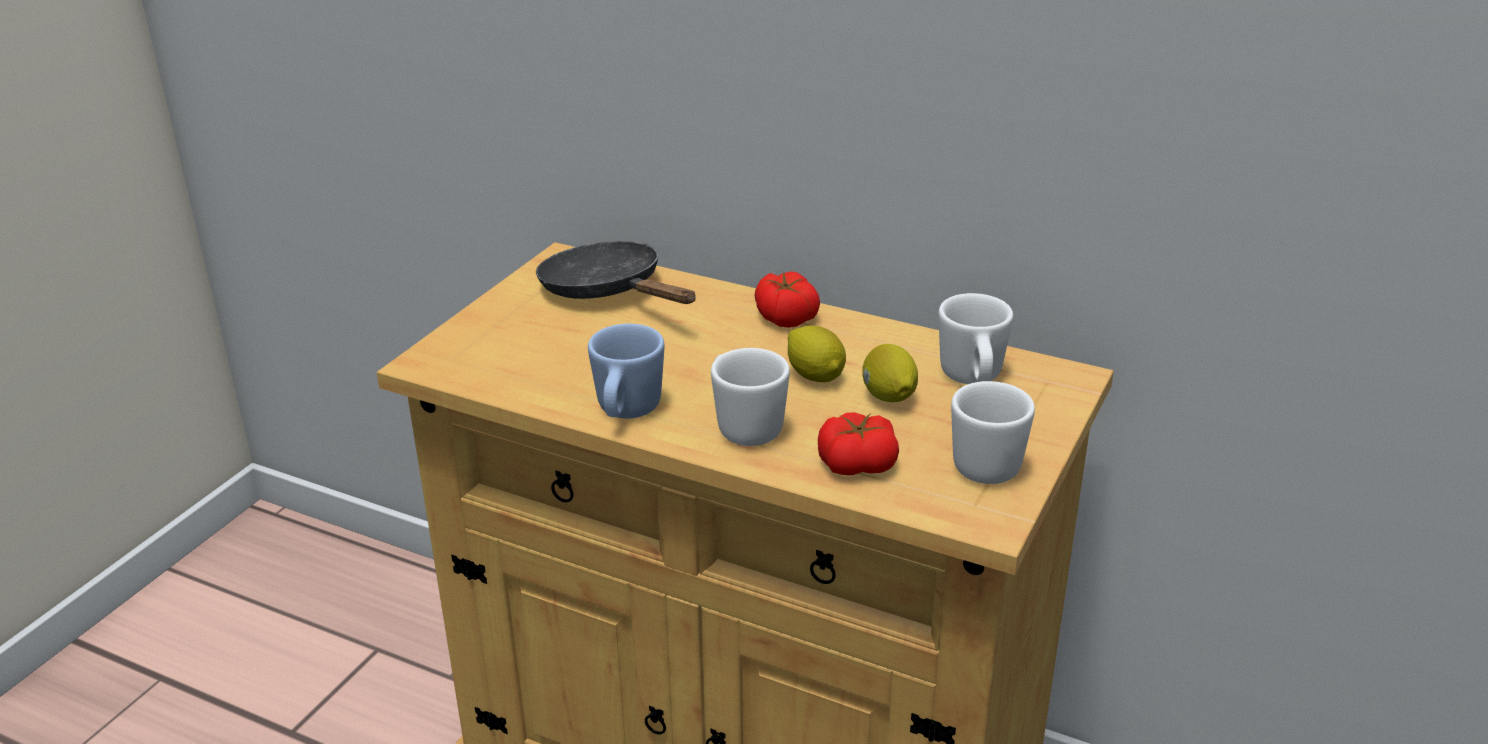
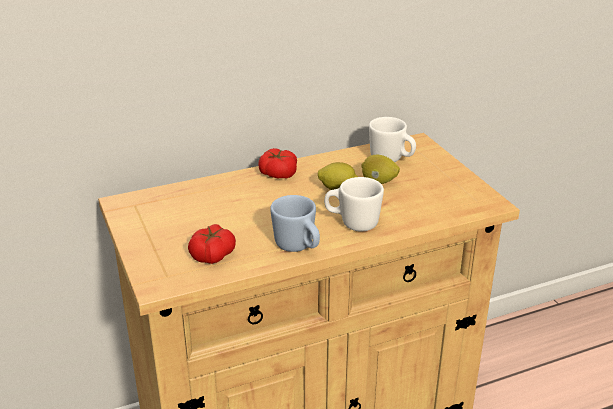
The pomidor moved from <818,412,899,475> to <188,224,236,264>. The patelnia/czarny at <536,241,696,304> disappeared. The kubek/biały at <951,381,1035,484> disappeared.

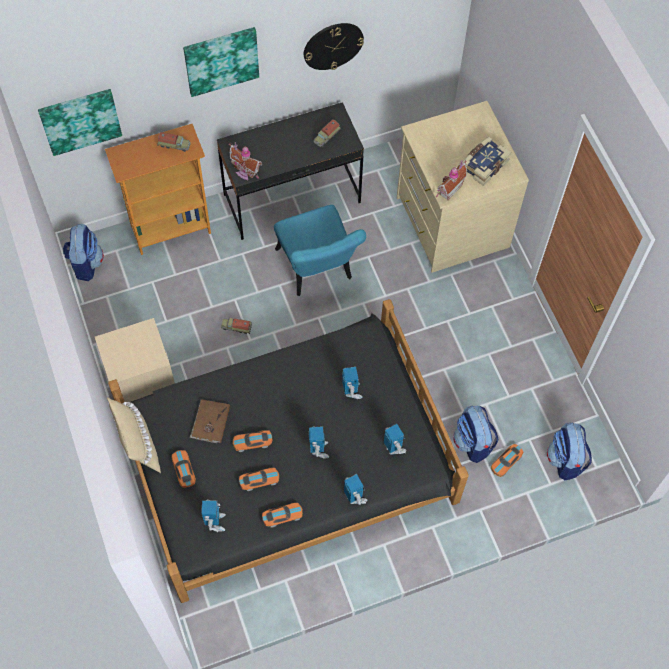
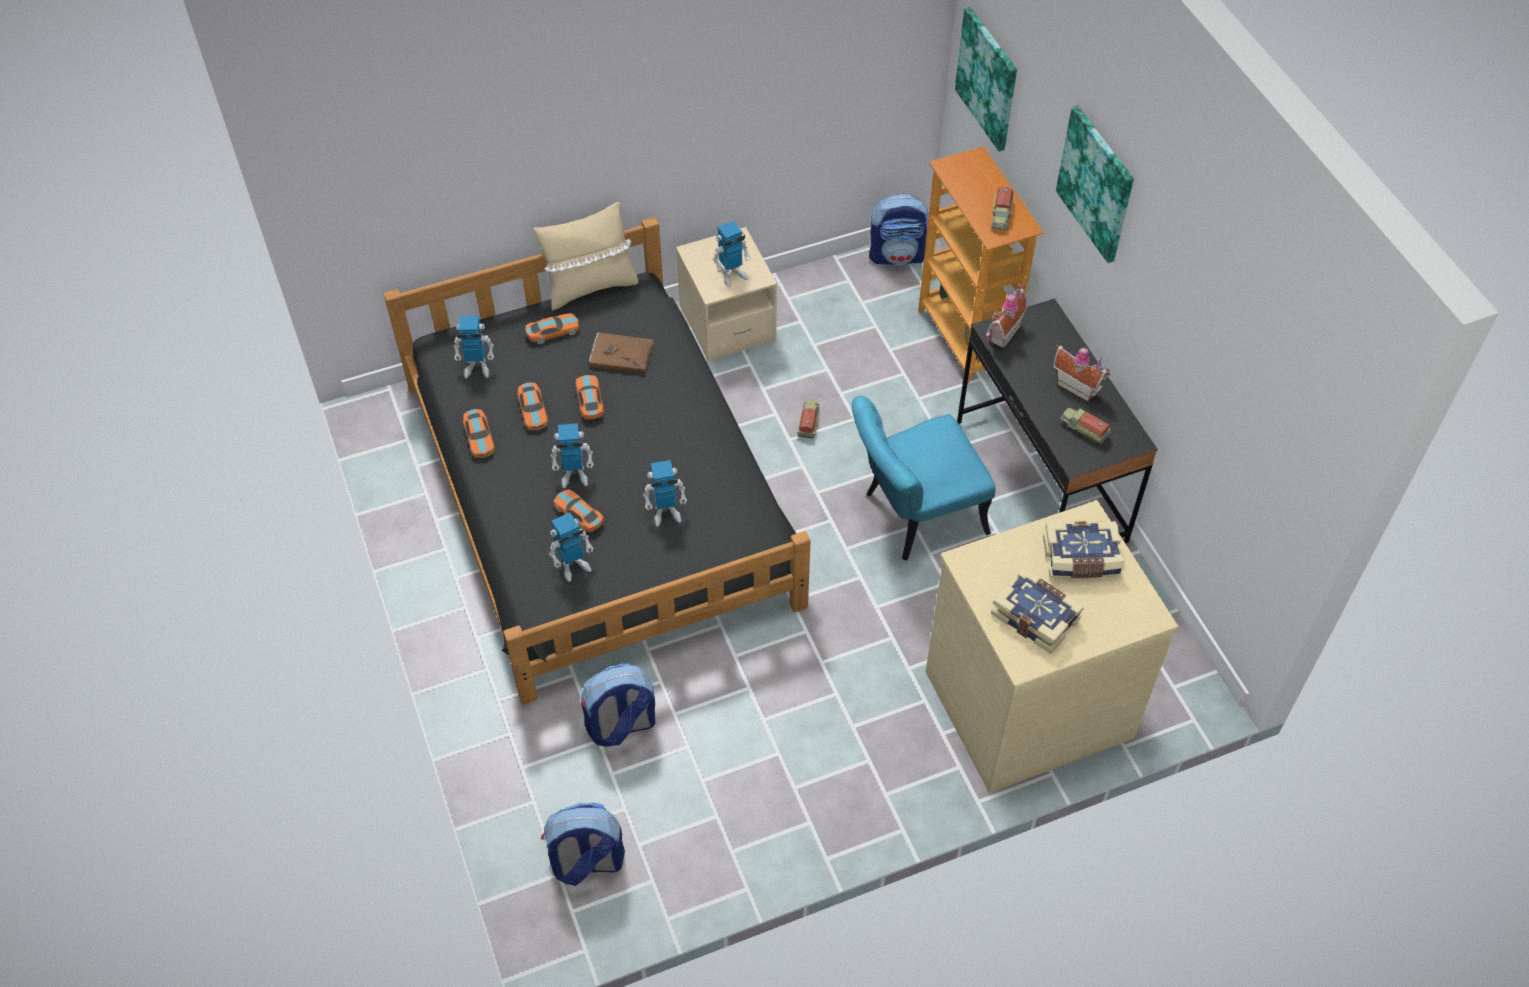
The samochodzik moved from <491,444,524,477> to <553,489,604,532>. The robot zabawkowy moved from <344,474,368,505> to <713,221,751,287>. The książka at <1043,521,1125,578> appeared. The domek moved from <436,161,467,200> to <1053,344,1111,402>. The zegar ścienny at <304,23,364,70> disappeared.

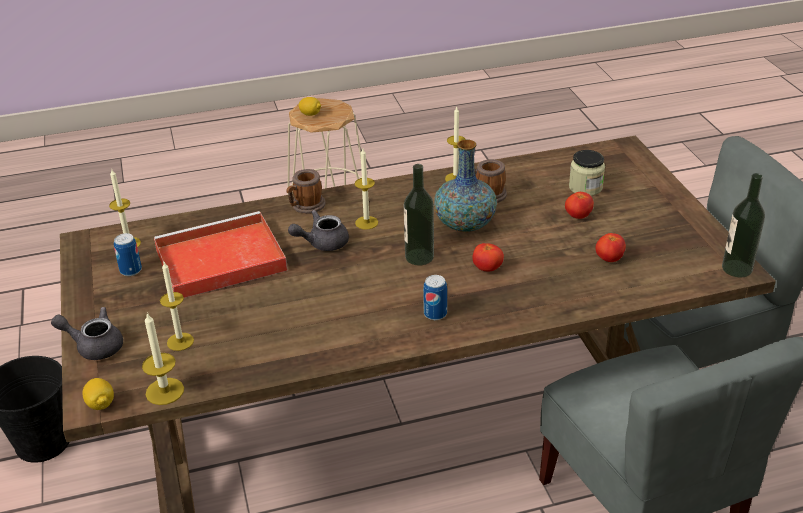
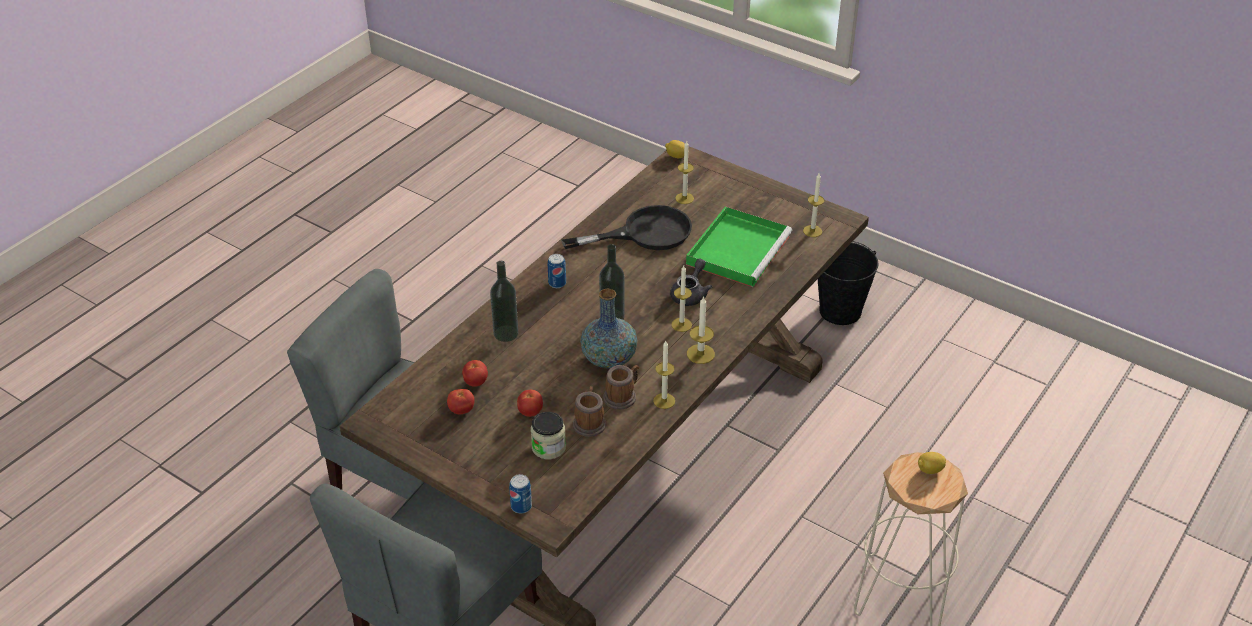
The pomidor moved from <472,243,504,272> to <447,389,475,415>. The butelka moved from <722,173,765,277> to <490,261,518,342>. The puszka moved from <114,233,142,276> to <509,474,532,513>. The patelnia/czarny at <561,205,692,250> appeared. The kubek moved from <286,169,326,214> to <573,386,606,437>. The taca/czerwony at <154,211,288,298> became the taca/zielony at <686,206,792,287>. The świeca moved from <142,312,184,405> to <687,296,715,364>. The imbryk/szary at <51,307,123,360> disappeared.

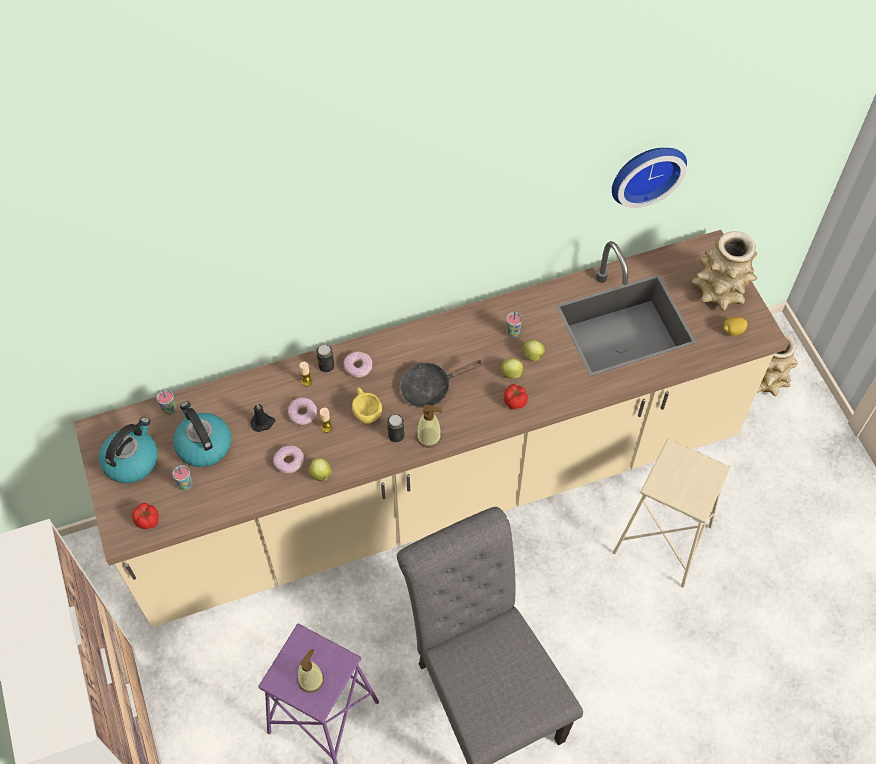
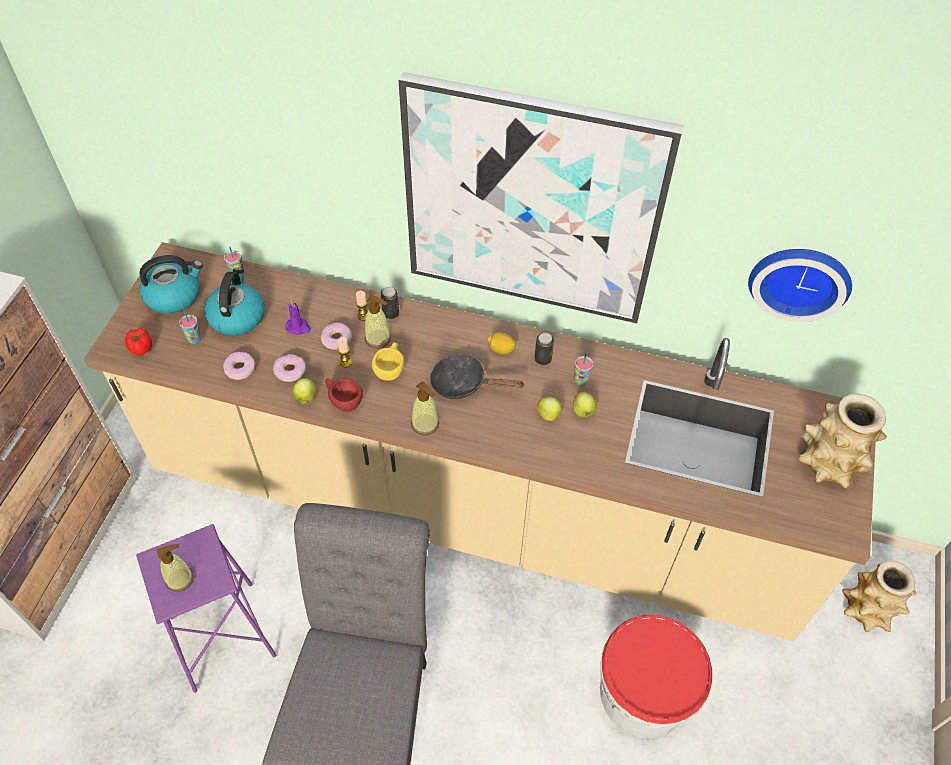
The donut moved from <344,352,372,378> to <223,352,255,380>. The świeca/czarny at <250,404,275,432> became the świeca/fioletowy at <285,300,311,335>. The filiżanka/czerwony at <325,378,363,411> appeared. The dozownik mydła at <365,295,391,349> appeared. The obraz at <399,72,684,323> appeared. The cytryna moved from <723,316,747,336> to <488,332,516,354>. The puszka moved from <387,414,405,442> to <535,333,554,365>. The stołek/beżowy at <613,439,731,588> was replaced by the wiadro at <600,615,712,738>. The pomidor at <504,384,528,410> disappeared.

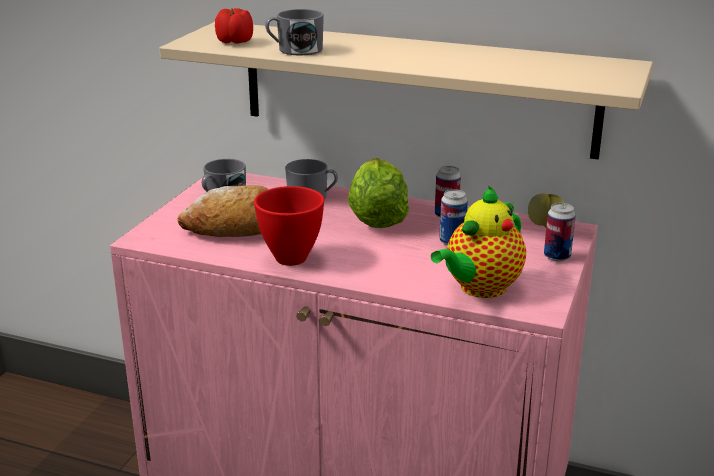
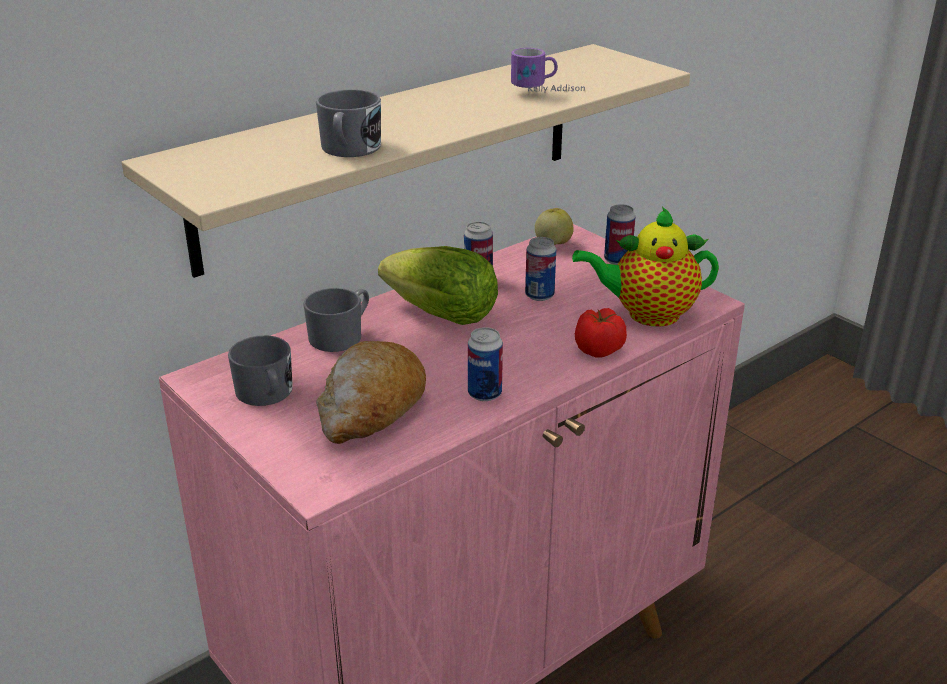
The miska/czerwony at <254,186,324,266> was replaced by the puszka at <468,327,503,401>. The kubek at <511,48,585,93> appeared. The imbryk at <431,186,526,298> turned 105 degrees clockwise. The pomidor moved from <215,8,253,44> to <575,308,627,357>.

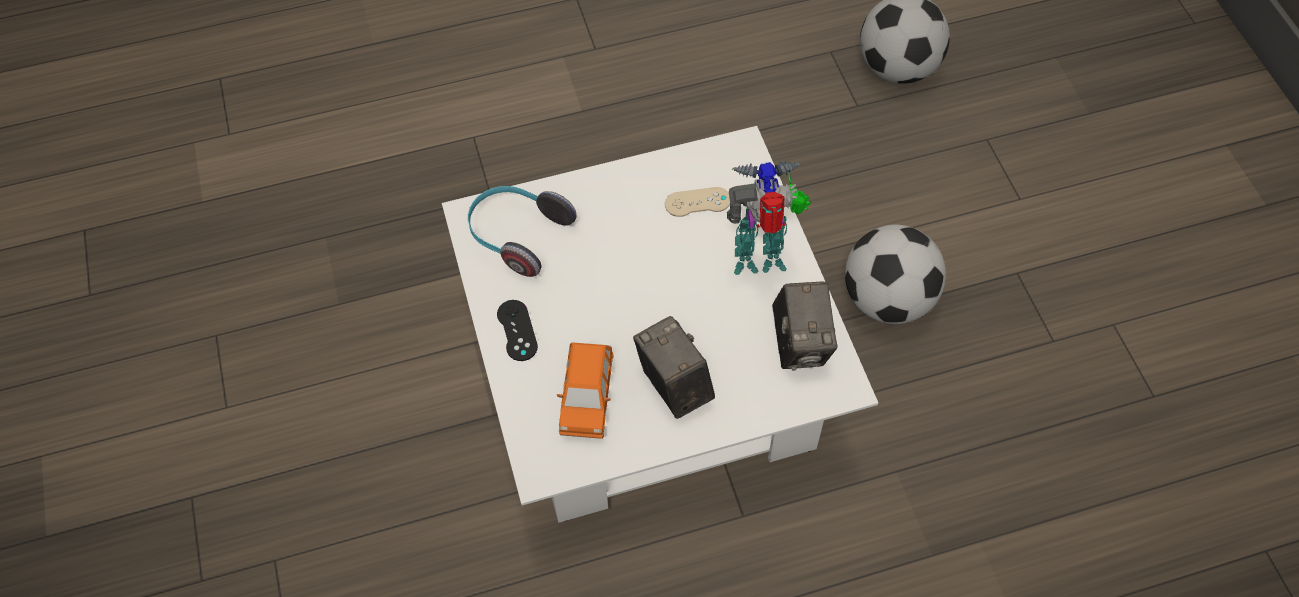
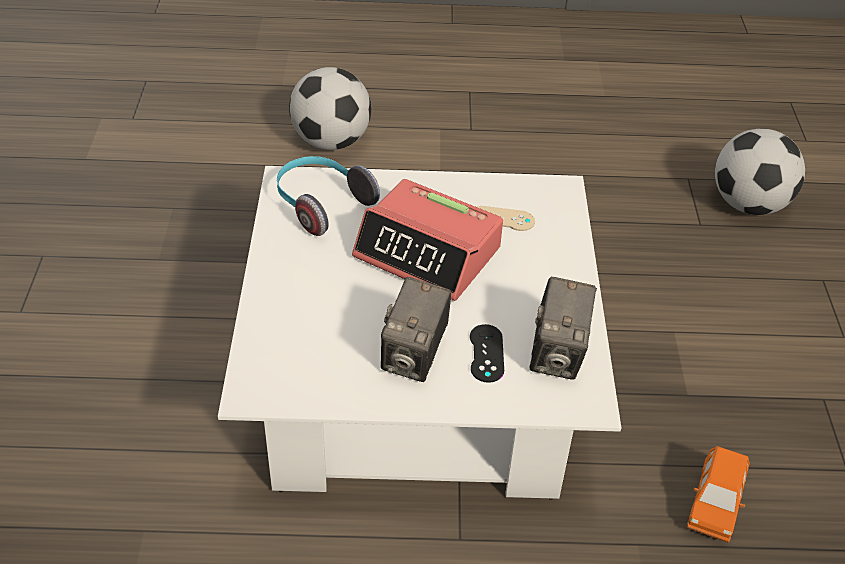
The piłka futbolowa moved from <845,225,946,324> to <289,67,371,150>. The budzik at <352,179,503,301> appeared. The aparat fotograficzny at <633,316,715,419> turned 150 degrees counterclockwise. The pad do gier/czarny moved from <497,300,538,361> to <470,324,504,383>. The samochodzik/pomarańczowy moved from <557,343,613,439> to <687,446,750,543>. The robot zabawkowy at <727,158,811,275> disappeared.

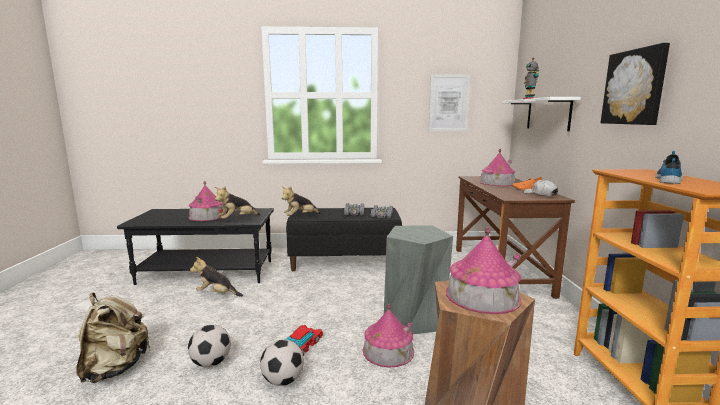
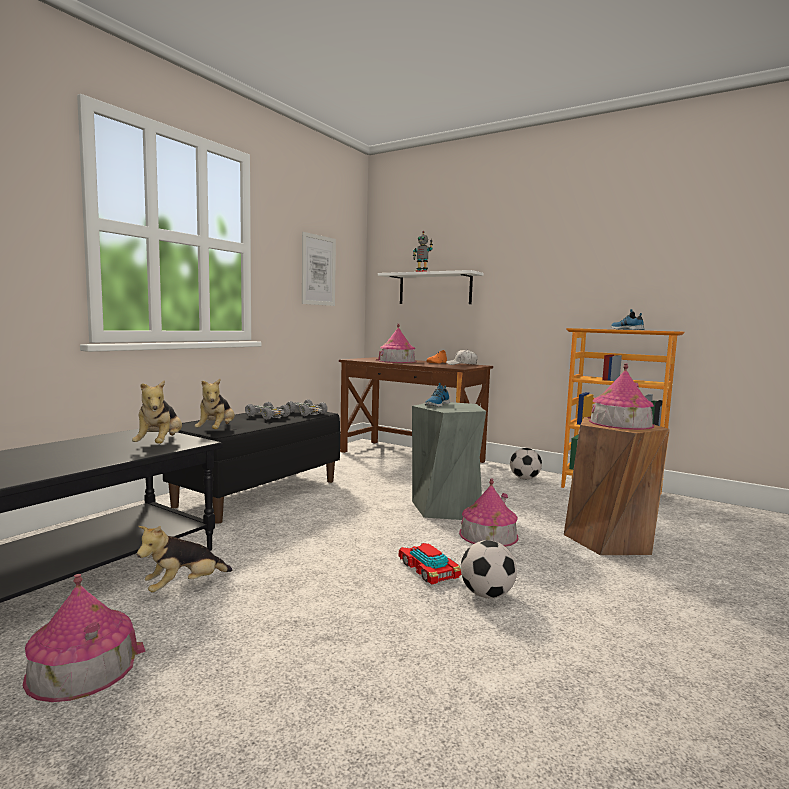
The domek moved from <188,181,226,221> to <23,574,145,702>. The but at <425,383,450,407> appeared. The piłka futbolowa moved from <188,325,231,367> to <510,448,542,479>. The plecak/beżowy at <77,292,151,383> disappeared. The obraz at <601,43,670,125> disappeared.

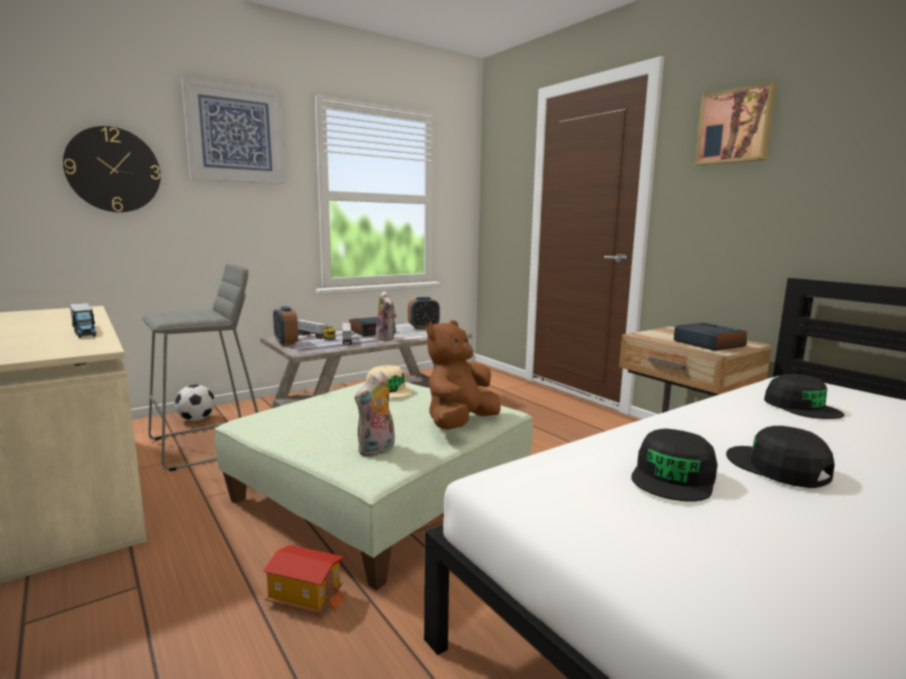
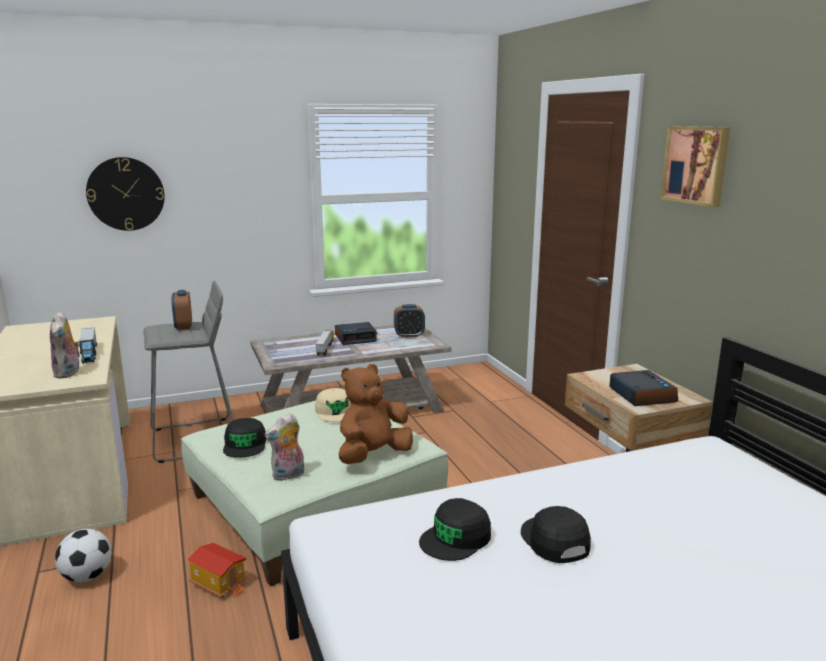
The pluszak moved from <376,291,397,341> to <50,312,80,378>. The piłka futbolowa moved from <175,385,215,421> to <55,529,112,582>. The budzik moved from <273,306,298,346> to <171,290,192,330>. The czapka z daszkiem/czarny moved from <764,374,844,419> to <223,418,266,458>. The obraz at <181,77,285,184> disappeared. The ciężarówka zabawkowa at <298,319,336,341> disappeared.

